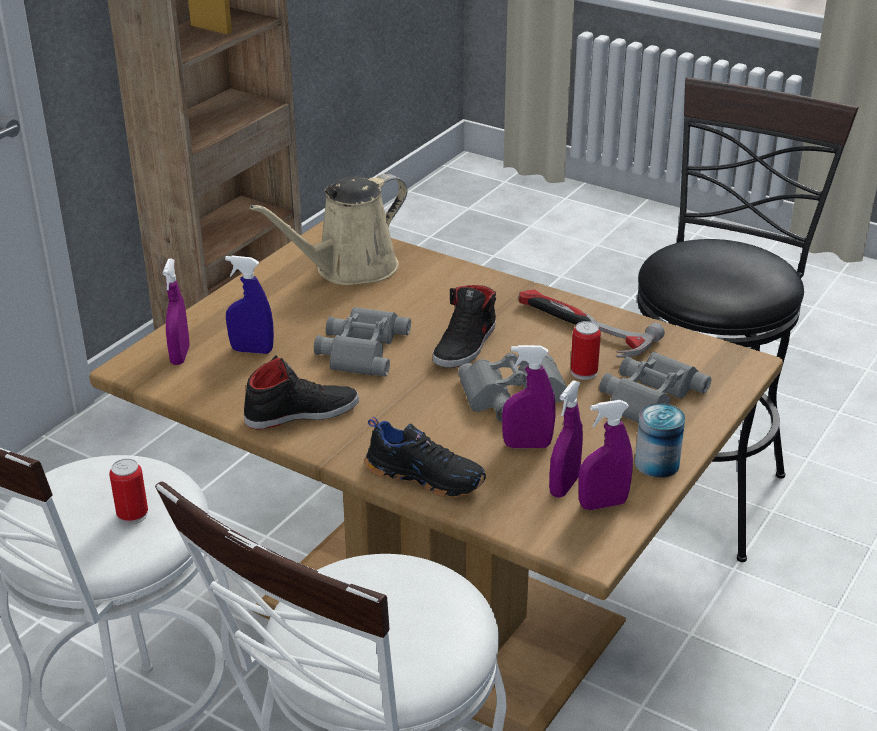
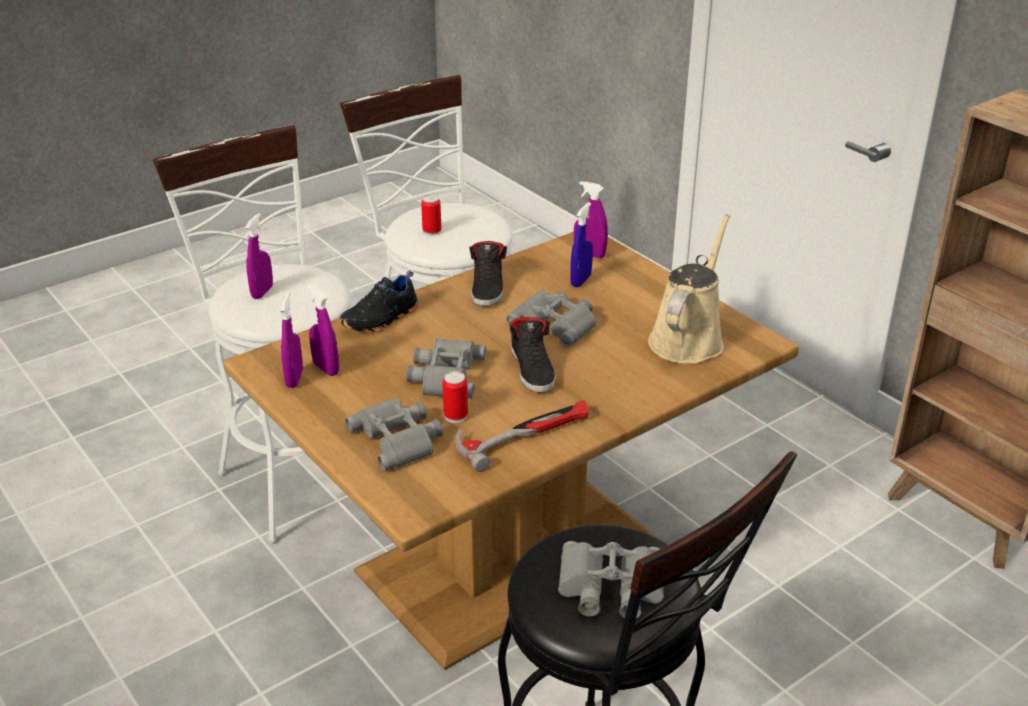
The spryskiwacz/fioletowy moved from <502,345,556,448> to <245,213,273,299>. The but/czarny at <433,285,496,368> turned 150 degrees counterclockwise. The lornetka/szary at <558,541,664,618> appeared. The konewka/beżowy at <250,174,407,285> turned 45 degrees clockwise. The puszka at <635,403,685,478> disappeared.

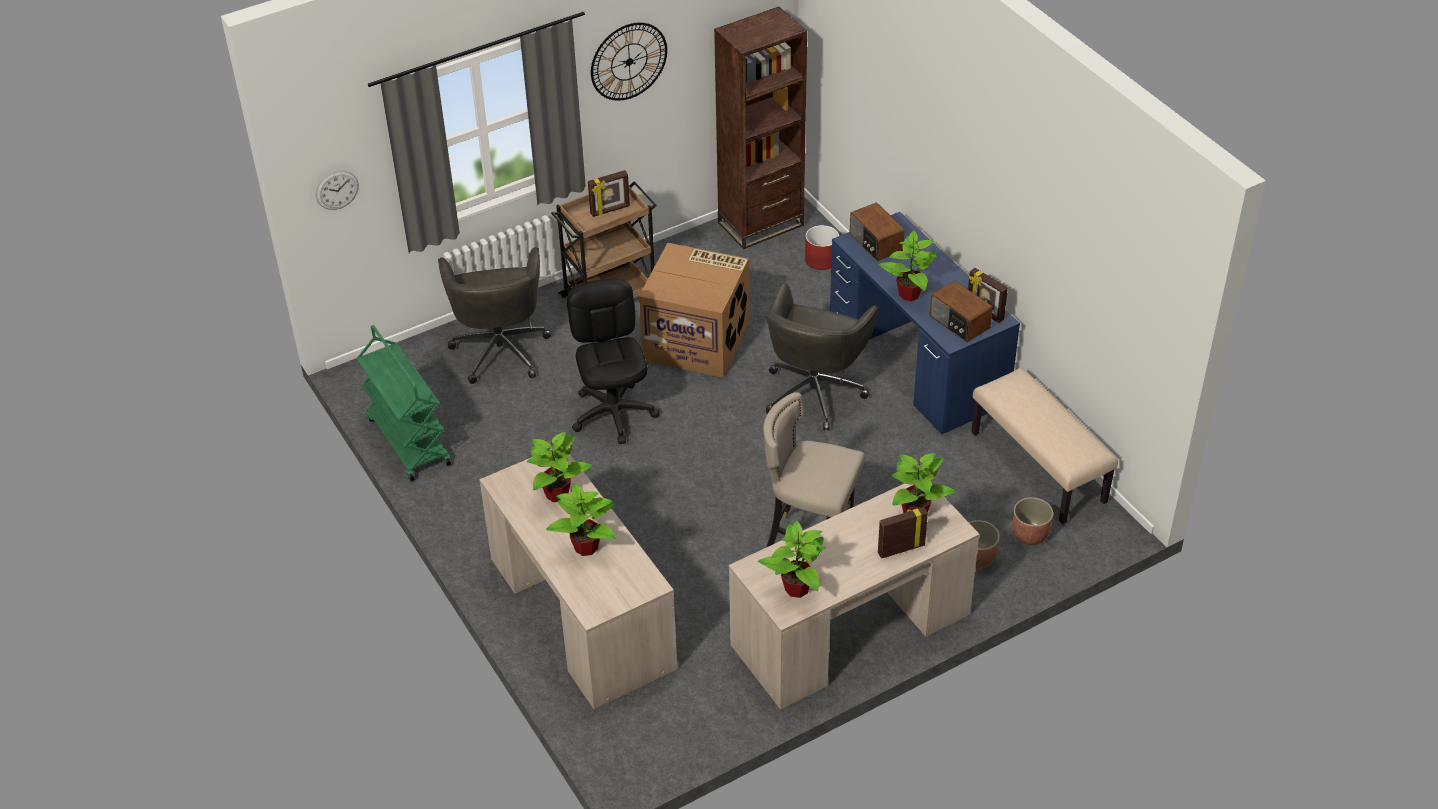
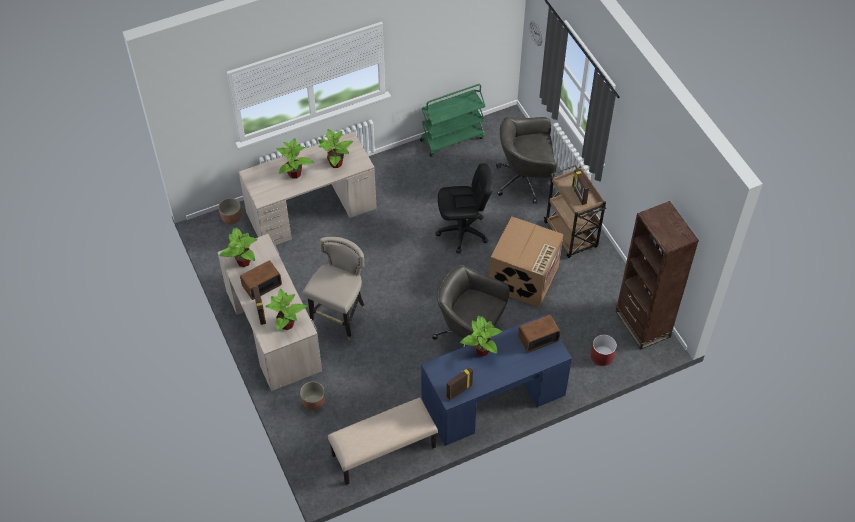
The donica moved from <1013,497,1053,545> to <218,198,242,225>. The radio moved from <930,281,993,342> to <240,260,282,300>. The zegar ścienny at <591,23,667,101> disappeared.

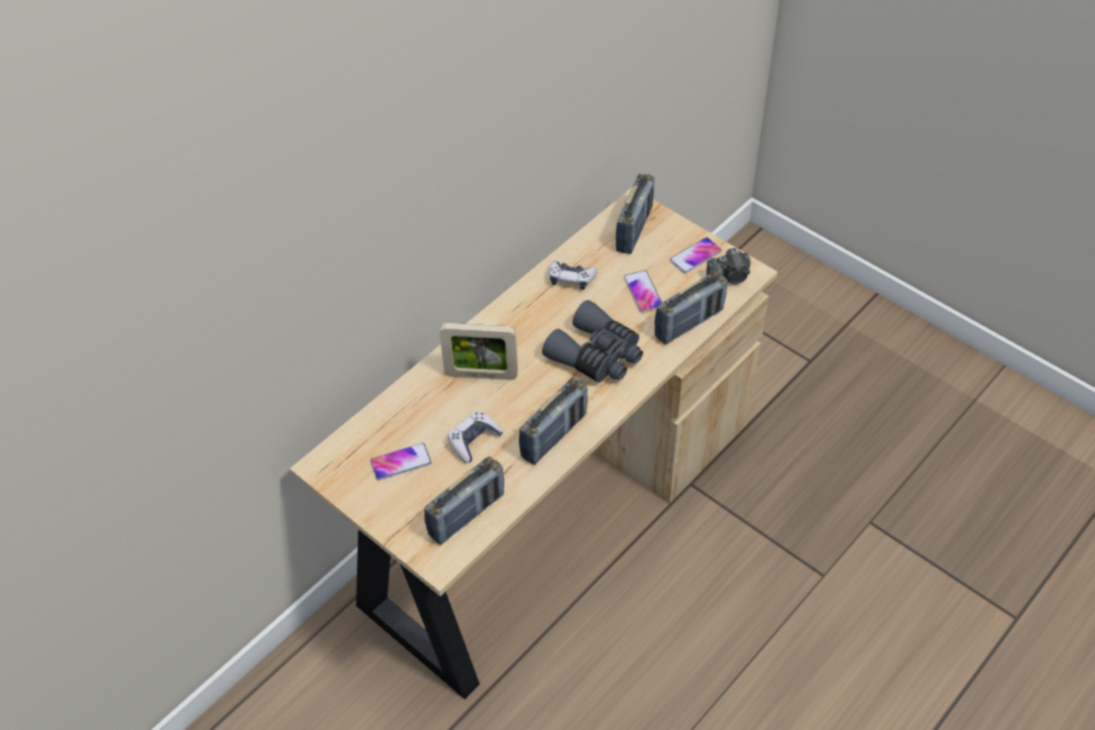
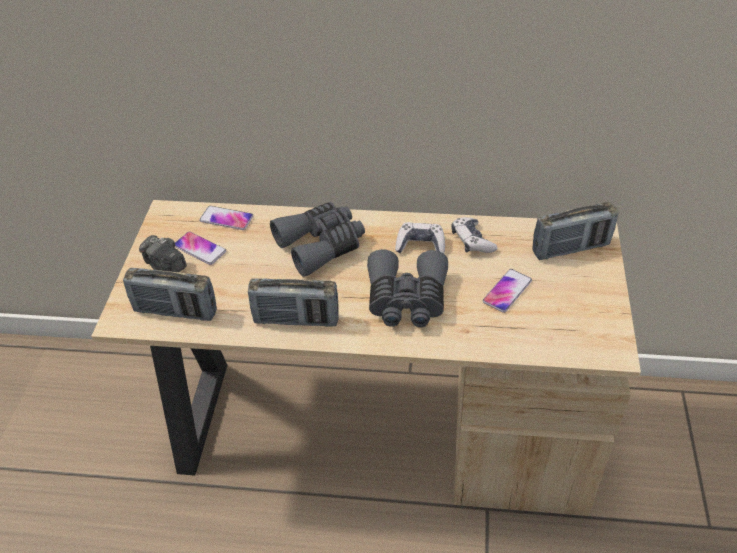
The aparat fotograficzny moved from <706,248,751,284> to <139,235,187,272>. The telefon moved from <670,237,722,273> to <199,206,253,230>. The ramka na zdjęcie at <440,323,518,380> was replaced by the lornetka/szary at <270,202,365,277>. The pad do gier moved from <448,411,503,463> to <395,222,445,253>. The radio at <655,271,727,345> disappeared.

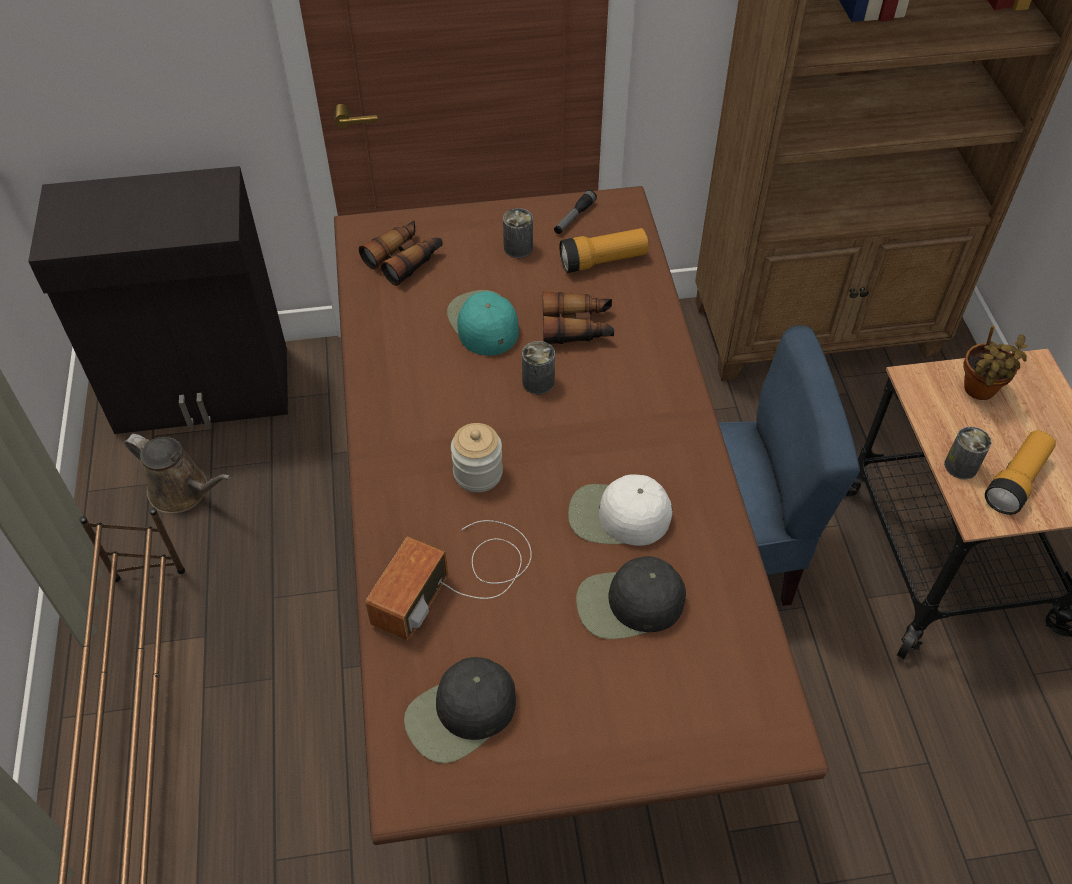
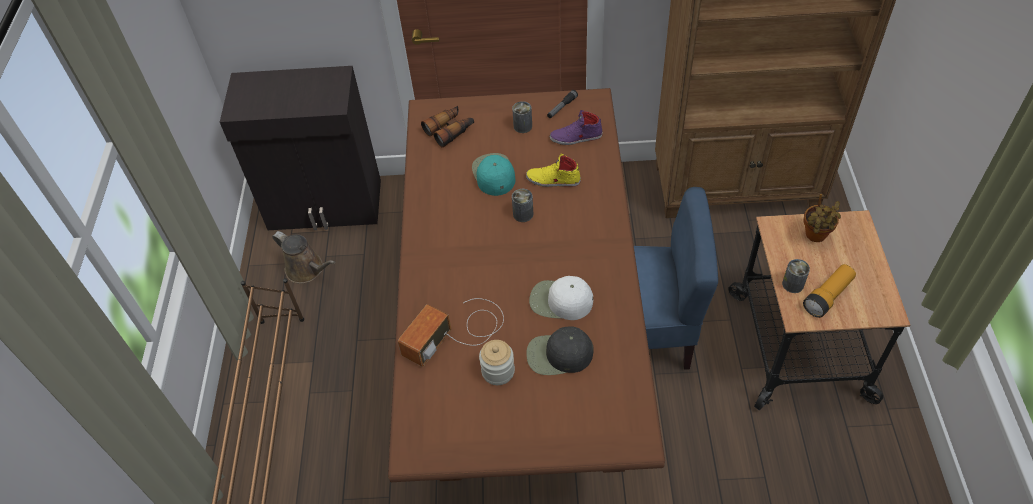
The słoik moved from <451,423,503,492> to <479,340,515,385>. The lornetka at <543,291,614,344> was replaced by the but/żółty at <526,153,581,187>. The latarka at <559,228,649,273> was replaced by the but/fioletowy at <550,110,603,145>. The czapka z daszkiem/czarny at <404,657,516,763> disappeared.

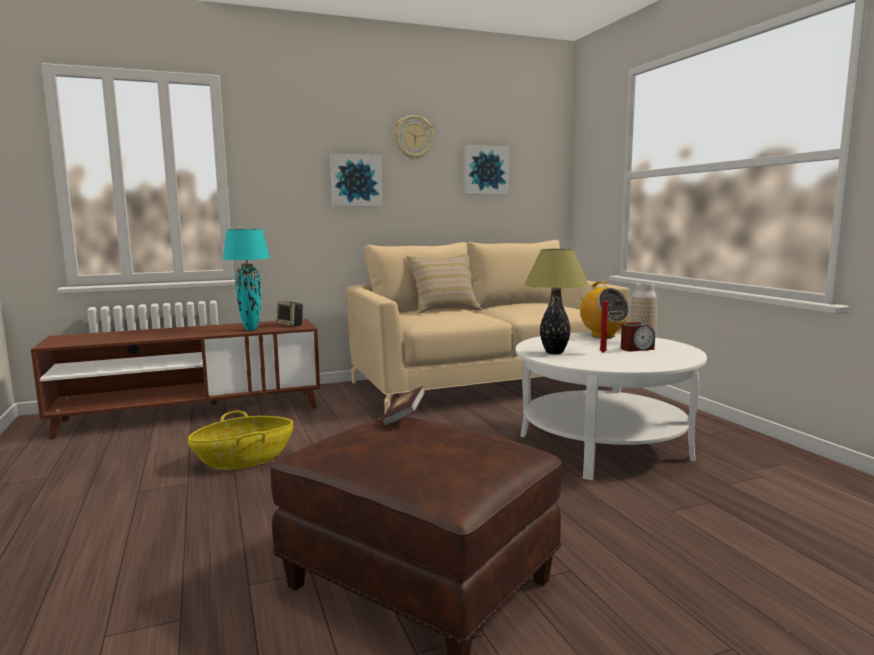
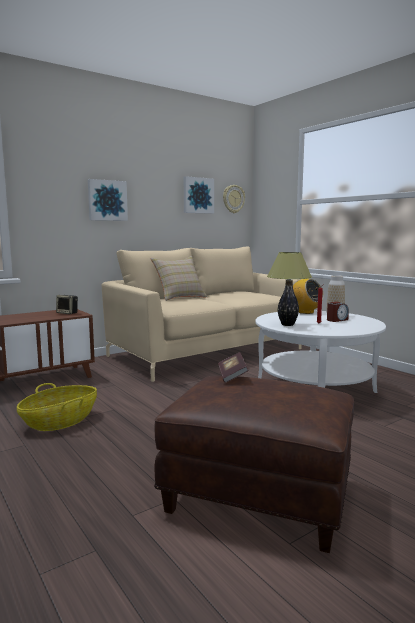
The zegar ścienny moved from <394,115,434,160> to <223,185,245,213>. The lampa stołowa/turkusowy at <223,229,270,330> disappeared.

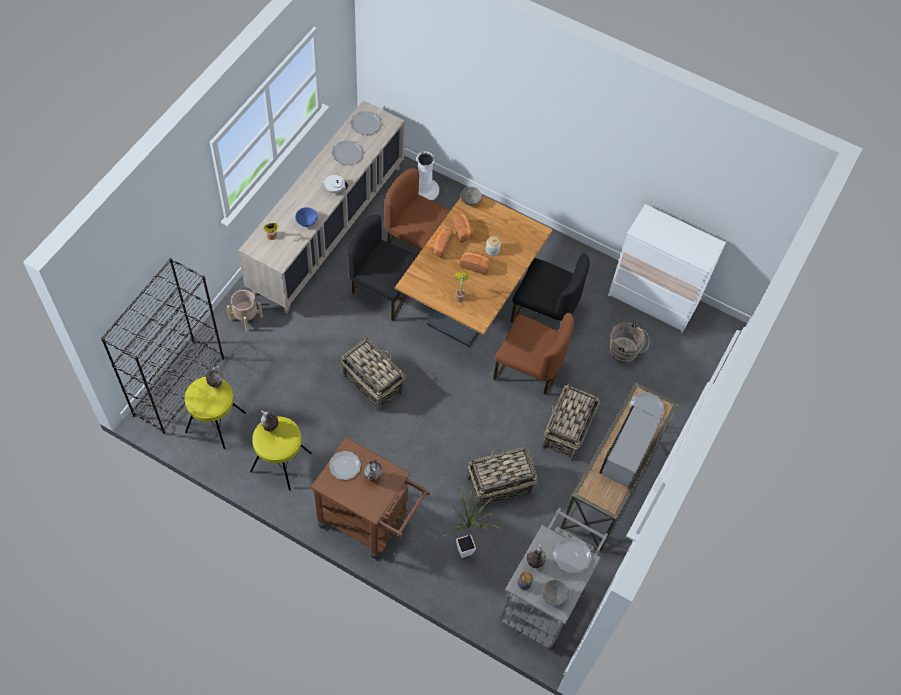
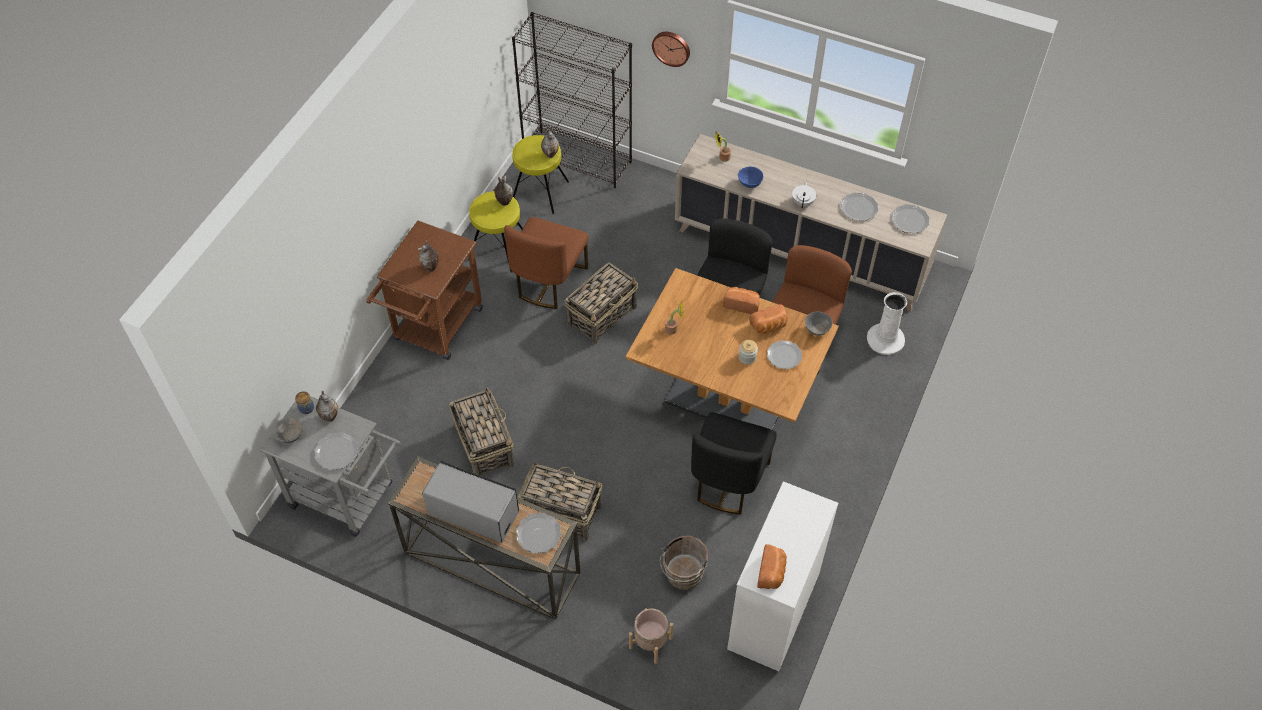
The krzesło/brązowy moved from <493,312,574,394> to <504,217,589,309>. The donica/beżowy moved from <227,290,263,332> to <629,608,673,664>. The zegar ścienny at <652,32,690,67> appeared. The chleb moved from <460,251,490,275> to <757,544,787,589>. The talerz moved from <329,451,361,480> to <767,340,802,369>. The roślina doniczkowa at <440,487,502,558> disappeared.

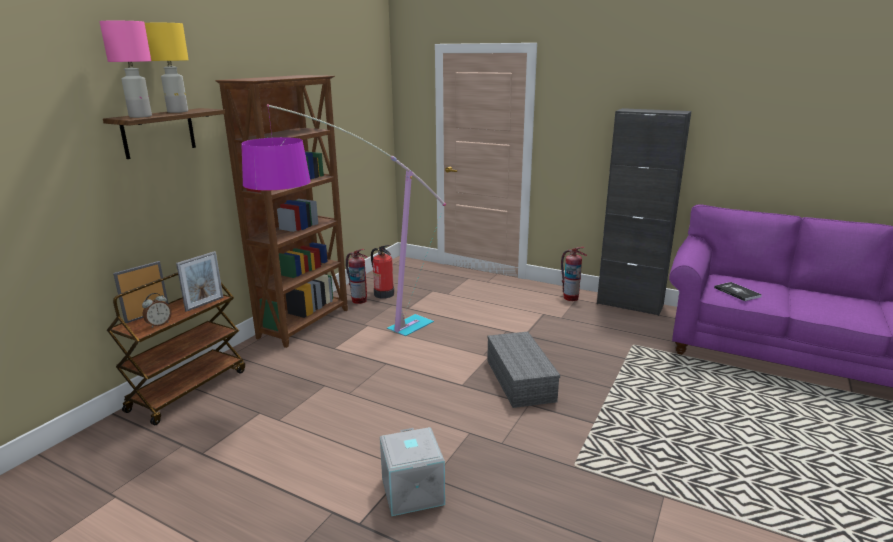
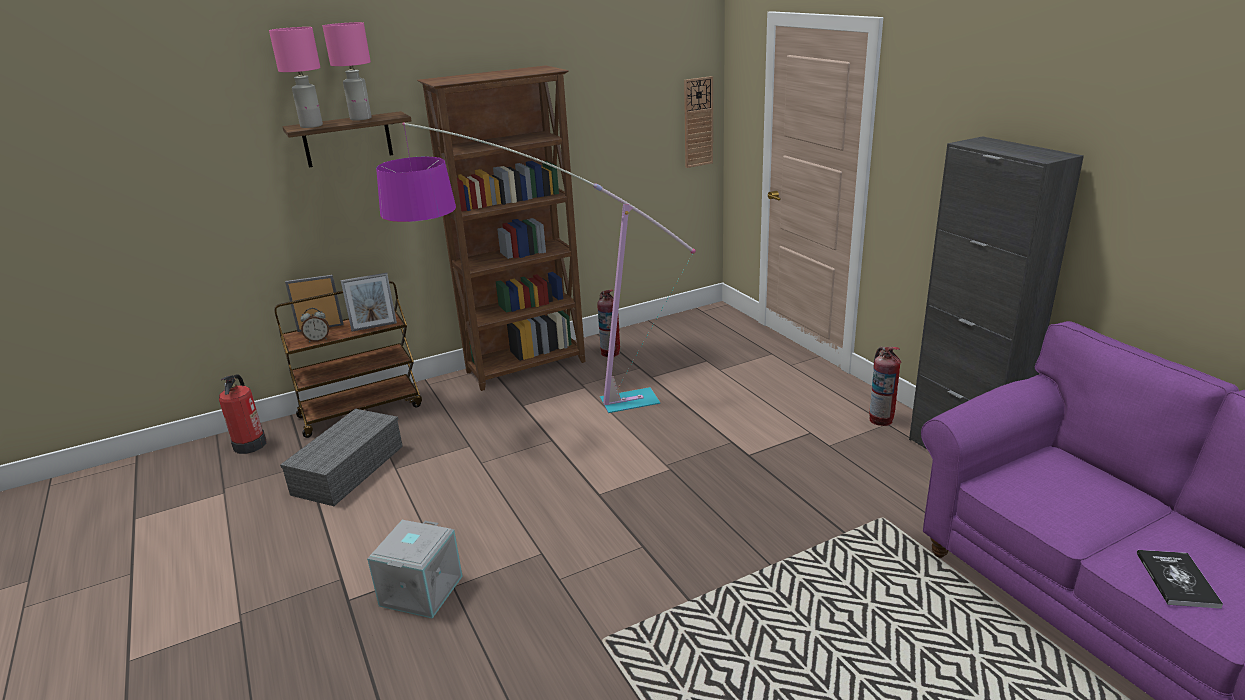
The gaśnica moved from <371,245,394,298> to <219,374,267,454>. The pojemnik do przechowywania/szary moved from <487,332,560,408> to <280,409,403,506>. The lampa stołowa/żółty at <145,23,189,113> became the lampa stołowa/różowy at <323,22,372,121>. The zegar ścienny at <684,76,713,168> appeared. The książka moved from <714,282,762,301> to <1137,550,1223,609>.

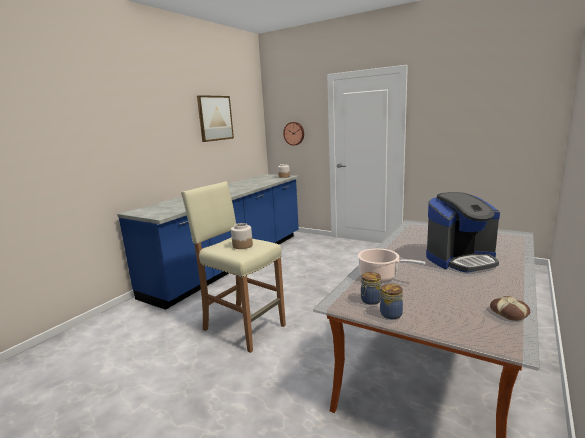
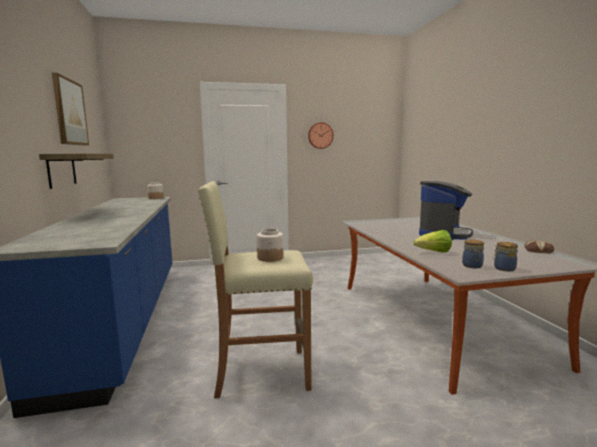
The półka at <39,153,114,189> appeared. The zegar ścienny moved from <283,122,304,146> to <308,122,334,149>. The garnek at <358,248,425,282> was replaced by the sałata at <413,230,452,253>.

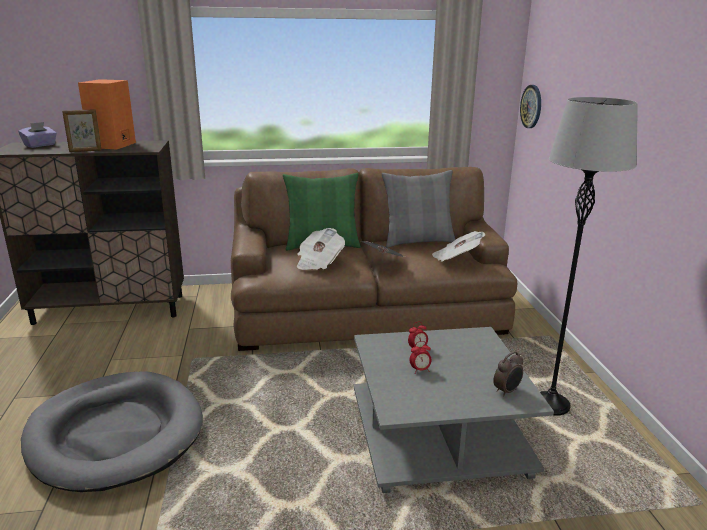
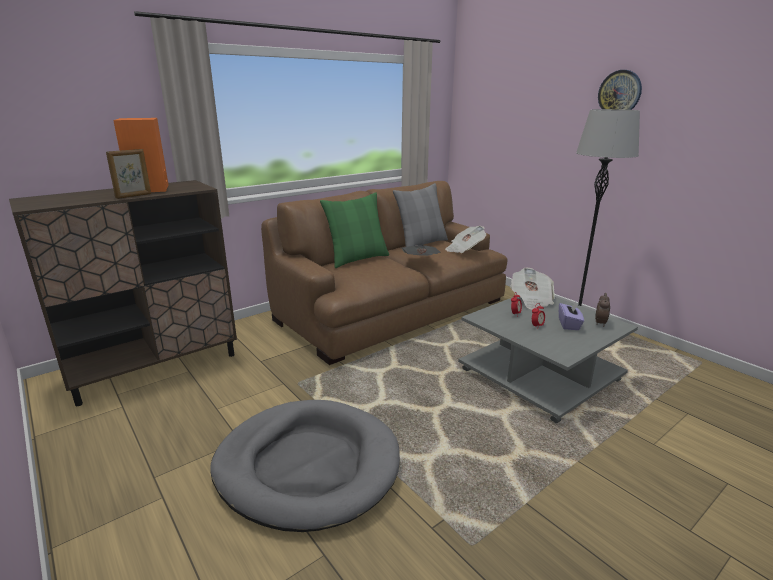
The gazeta moved from <297,228,345,270> to <510,268,555,310>. The pudełko chusteczek/fioletowy moved from <18,122,57,148> to <559,301,584,330>. The zegar ścienny moved from <520,85,541,128> to <598,70,642,110>.

